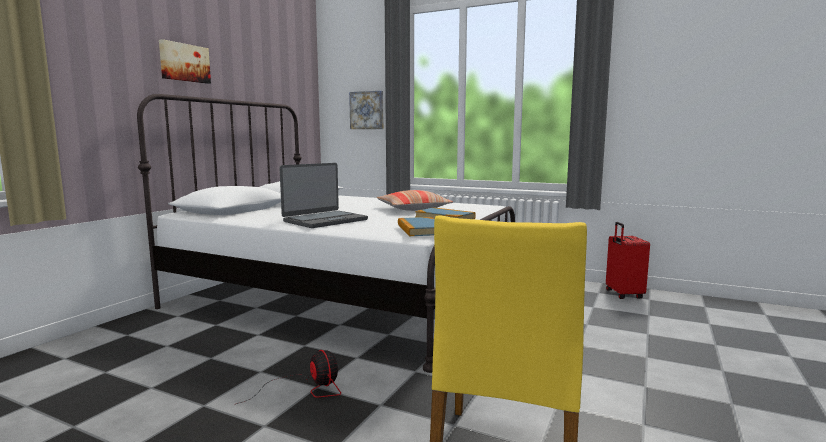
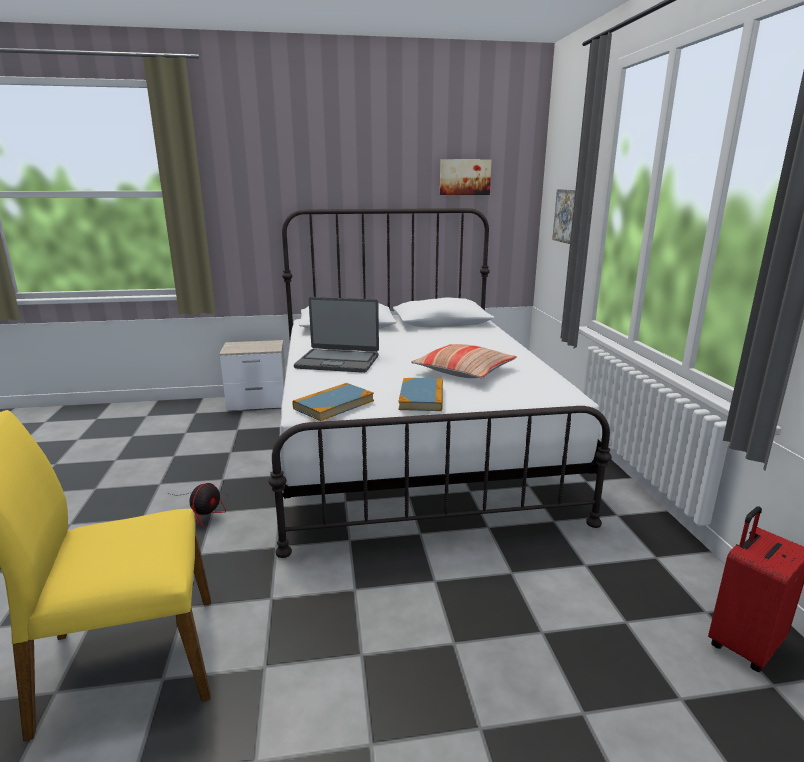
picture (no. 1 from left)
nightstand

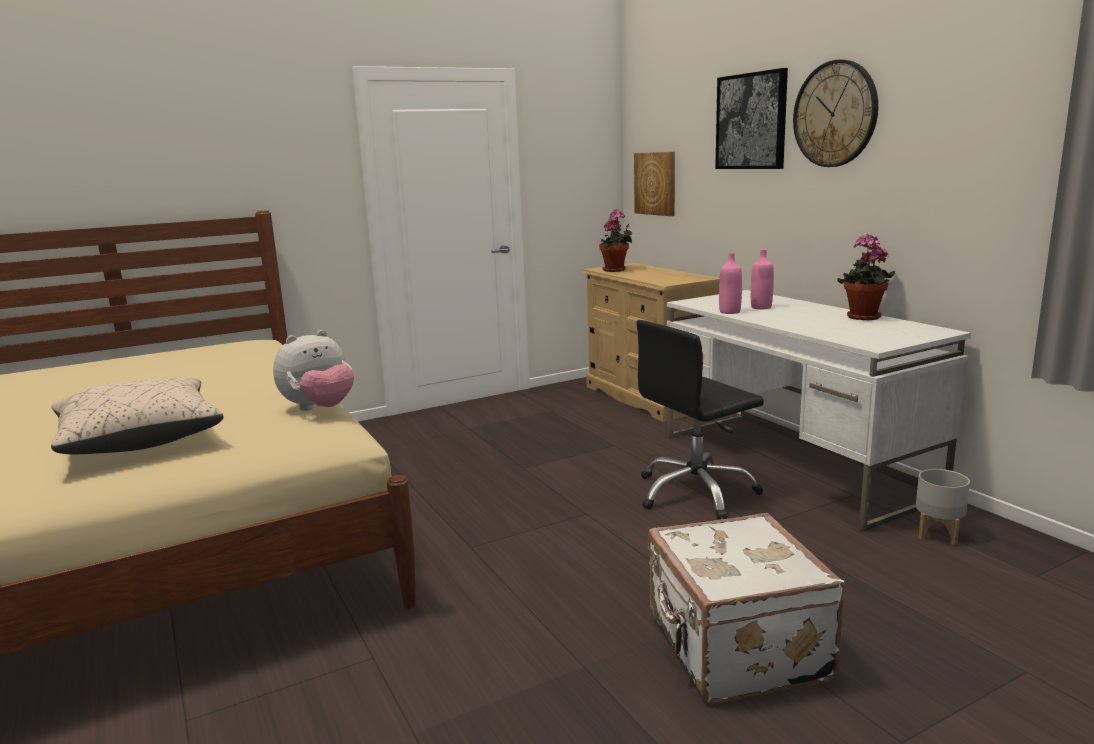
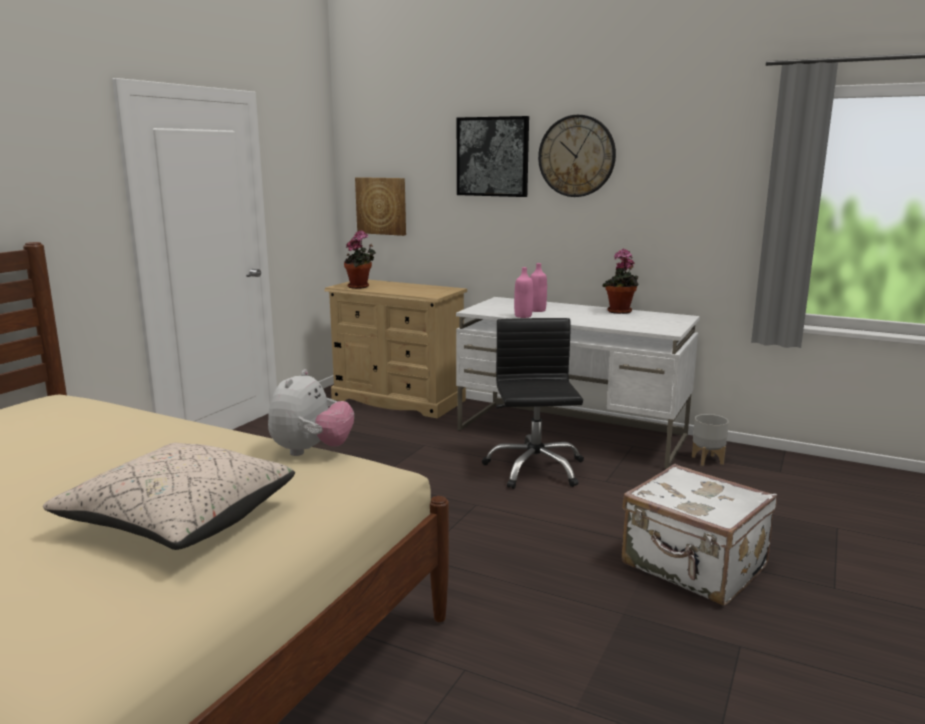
office chair (black)

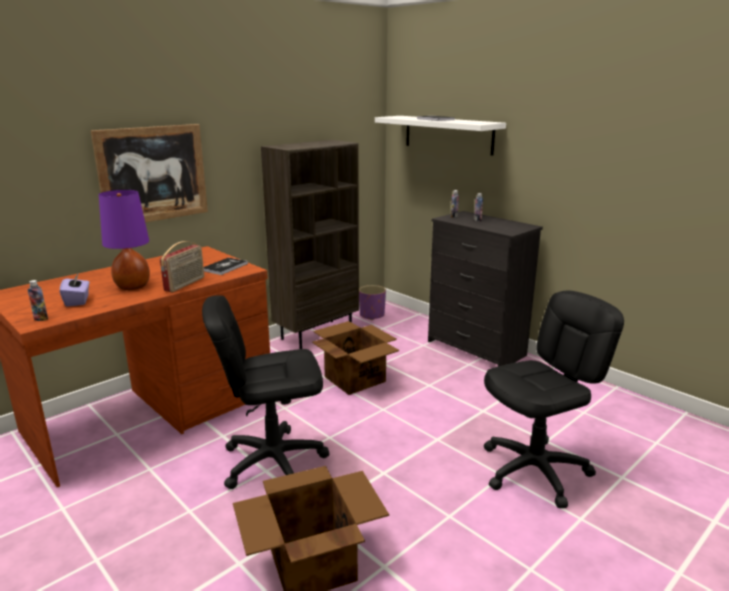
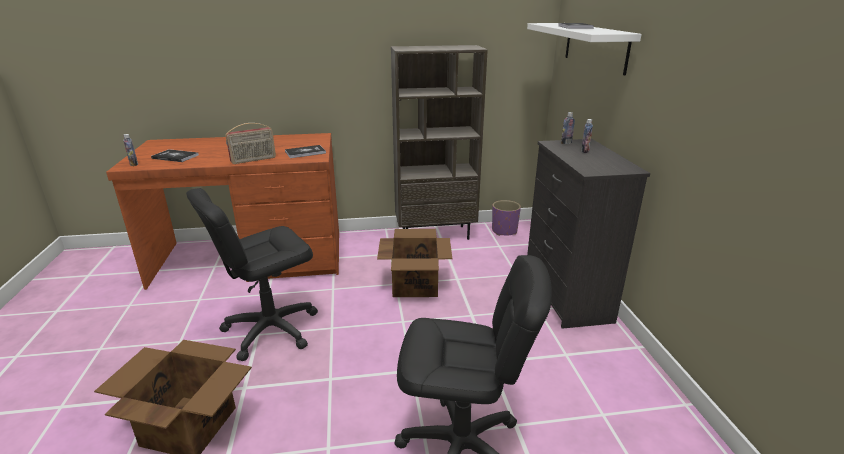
book (no. 1 from left)
picture
table lamp (purple)
office chair (black) (no. 1 from left)

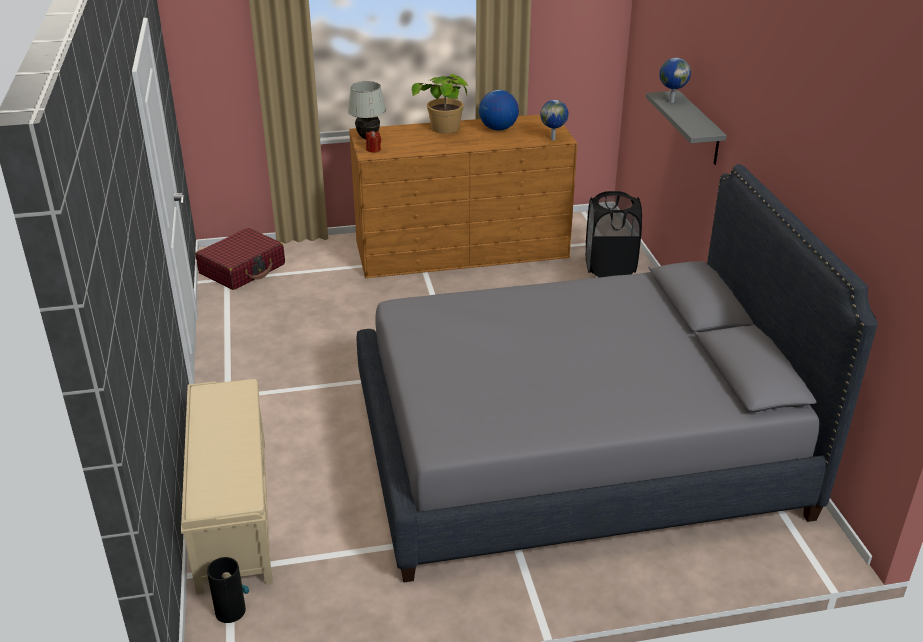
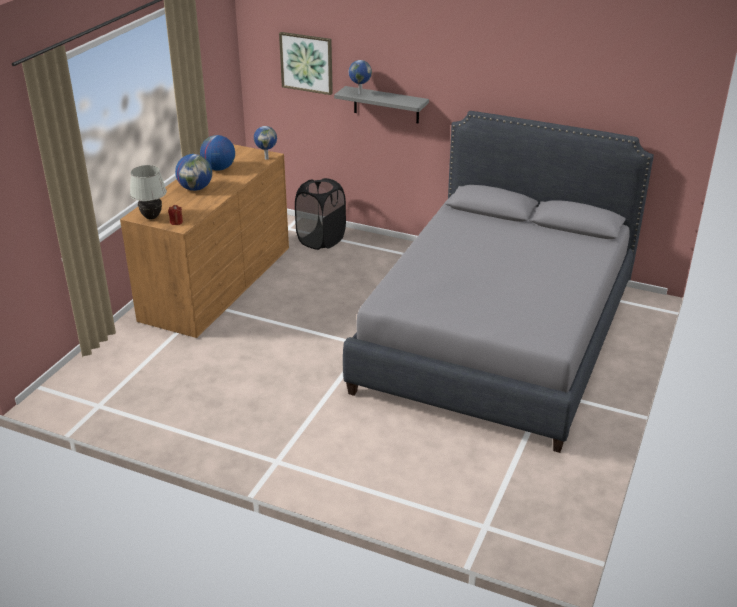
bench (beige)
suitcase (red)
vase
globe (no. 1 from left)
picture

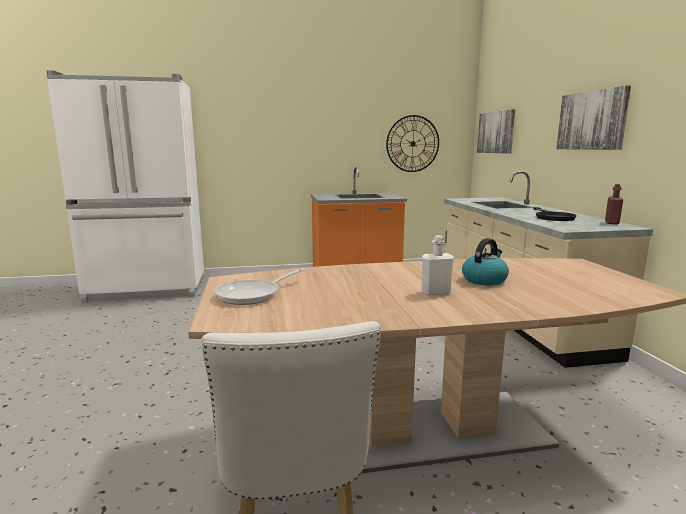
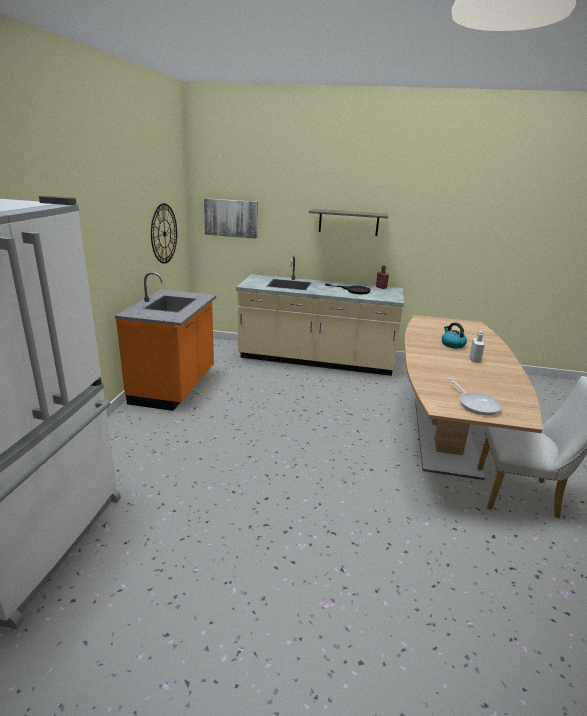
shelf

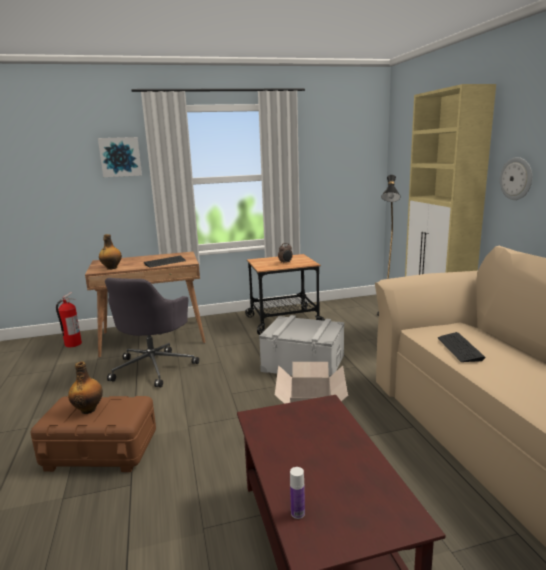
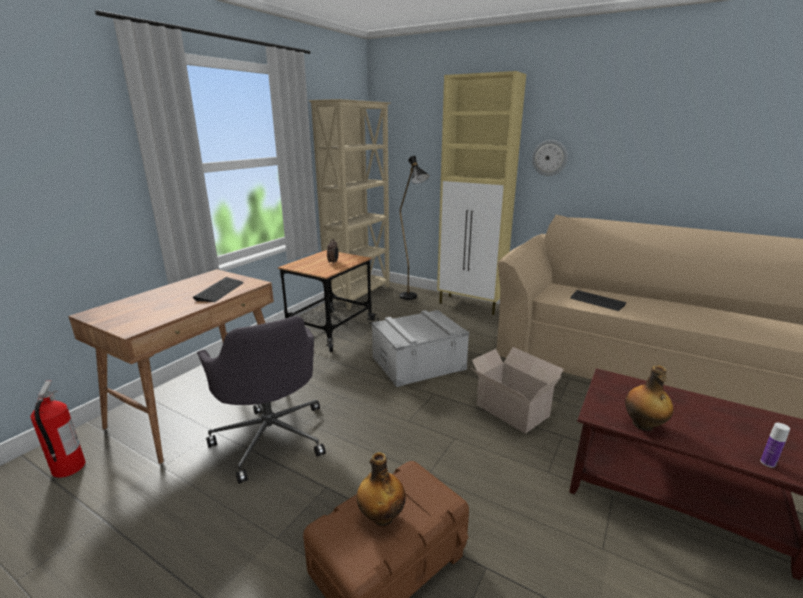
picture
bottle (no. 2 from left)
bookcase (beige)

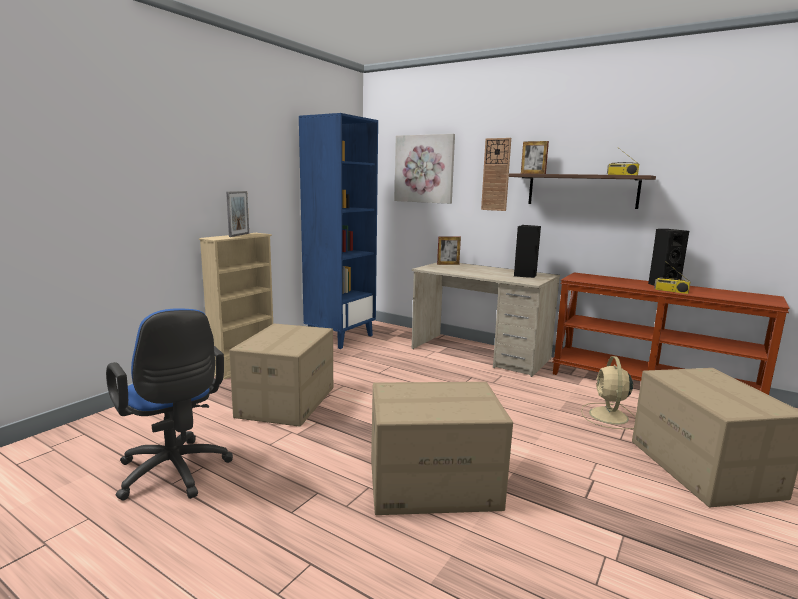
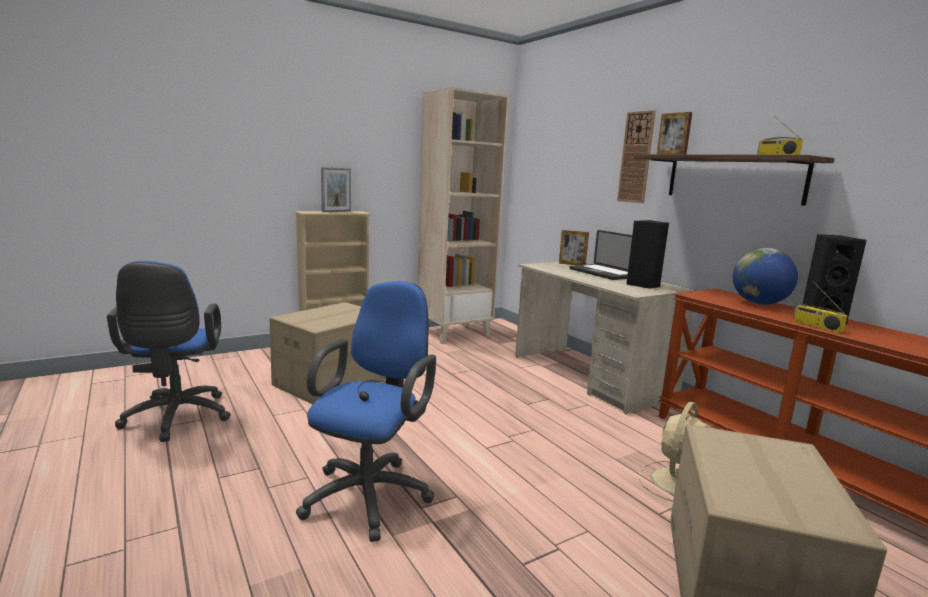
bookcase (beige) (no. 2 from left)
office chair (blue) (no. 2 from left)
picture
laptop
globe

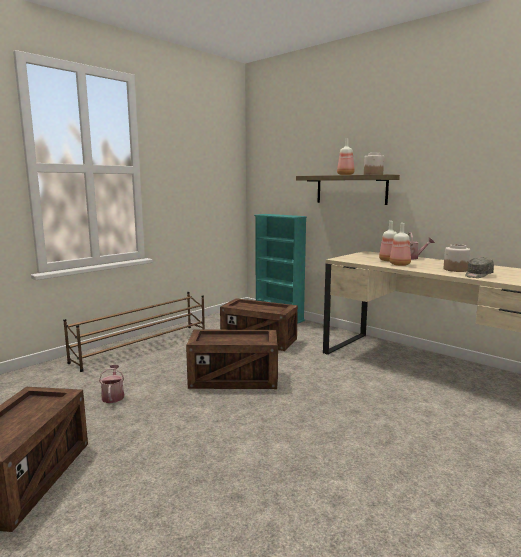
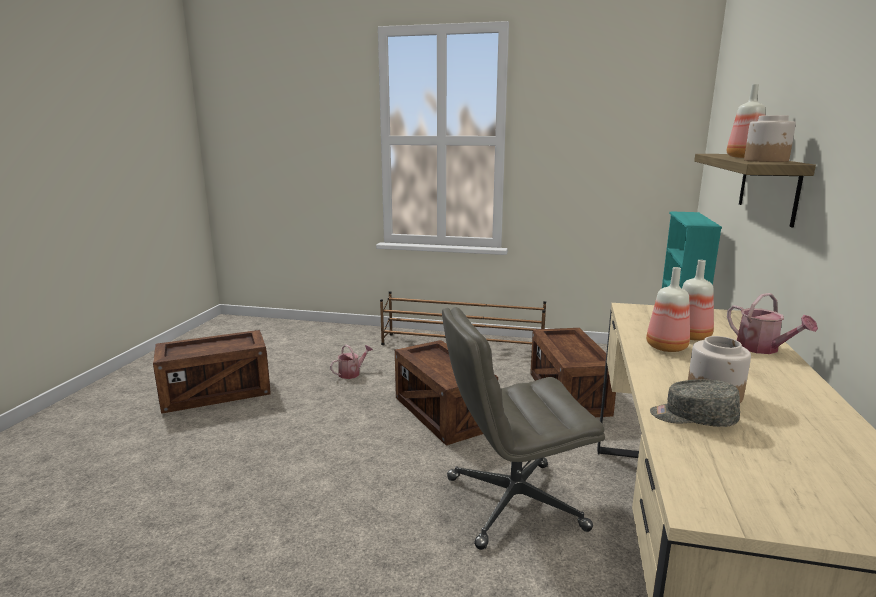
office chair (grey)

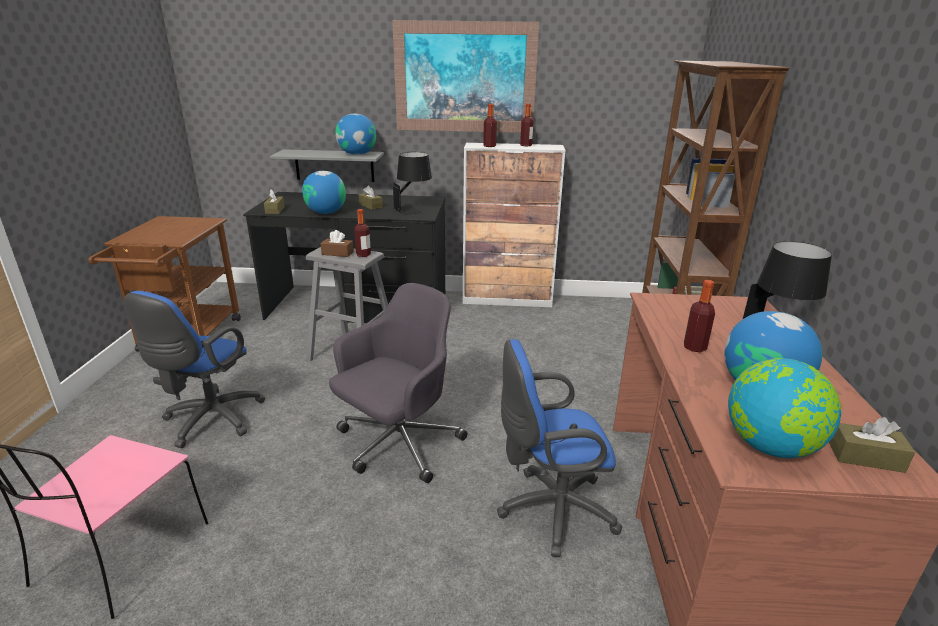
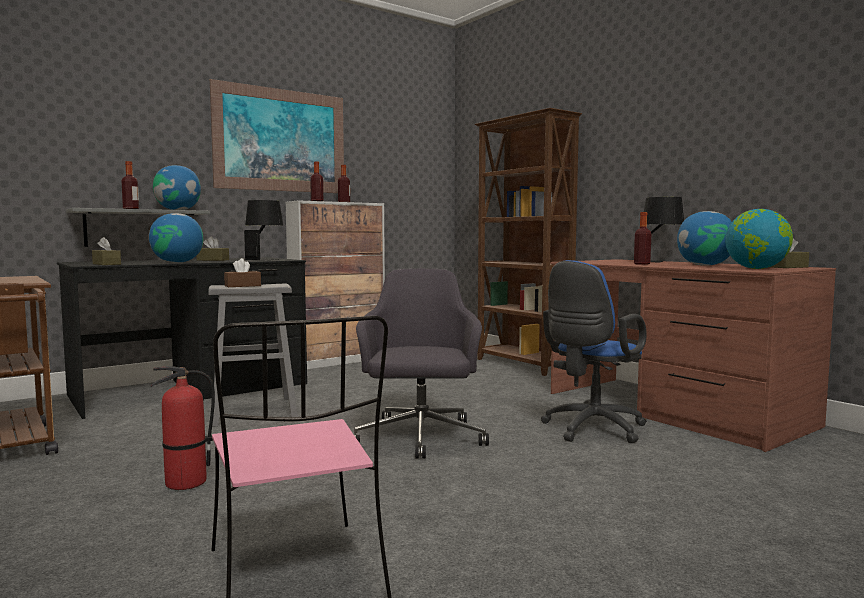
fire extinguisher
bottle (no. 1 from left)

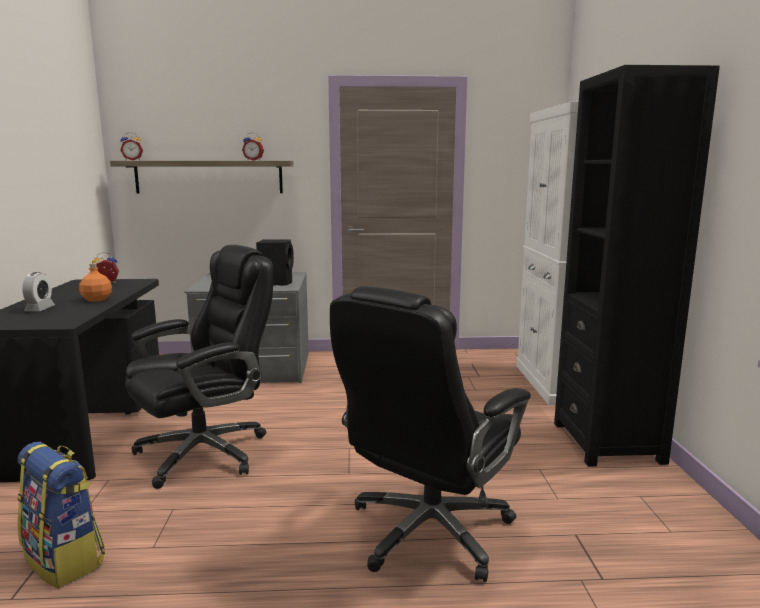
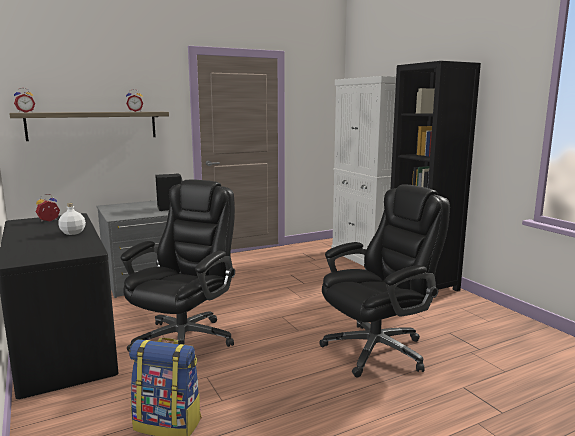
alarm clock (no. 1 from left in the first image)
bottle (white)
office chair (black) (no. 2 from left)

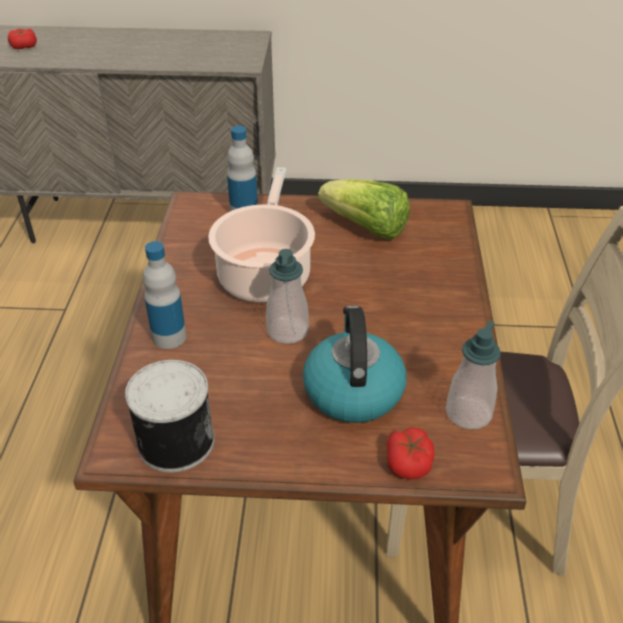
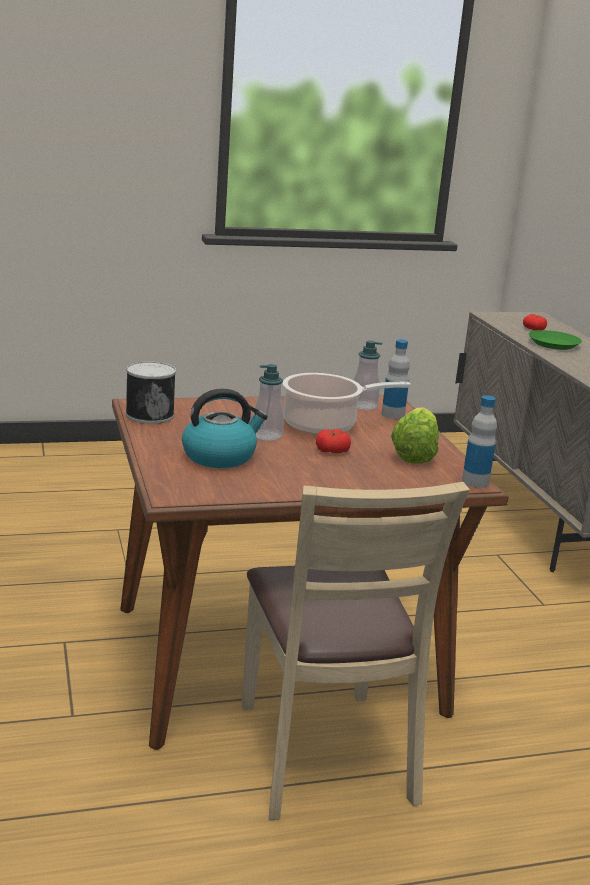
bottle (no. 2 from left)
tomato (no. 1 from left)
soap dispenser (no. 2 from left)
plate (green)

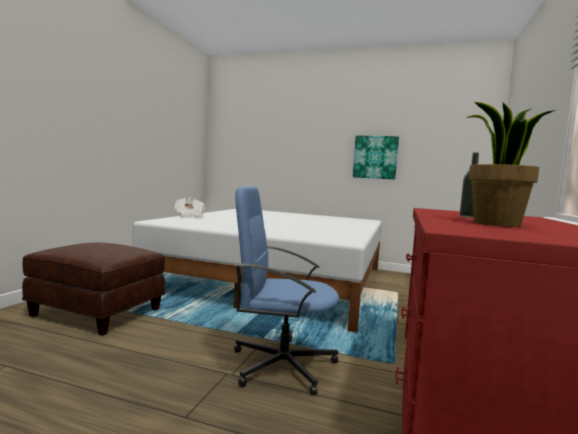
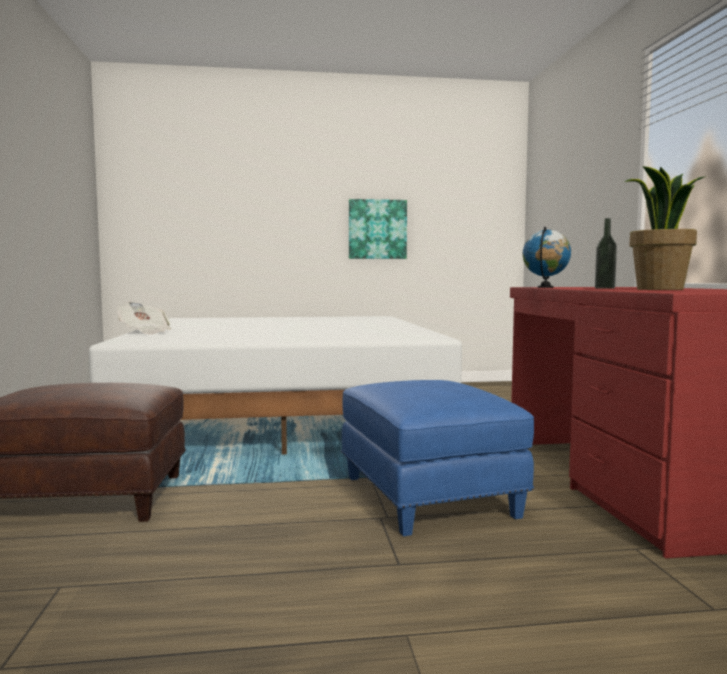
ottoman (blue)
globe

